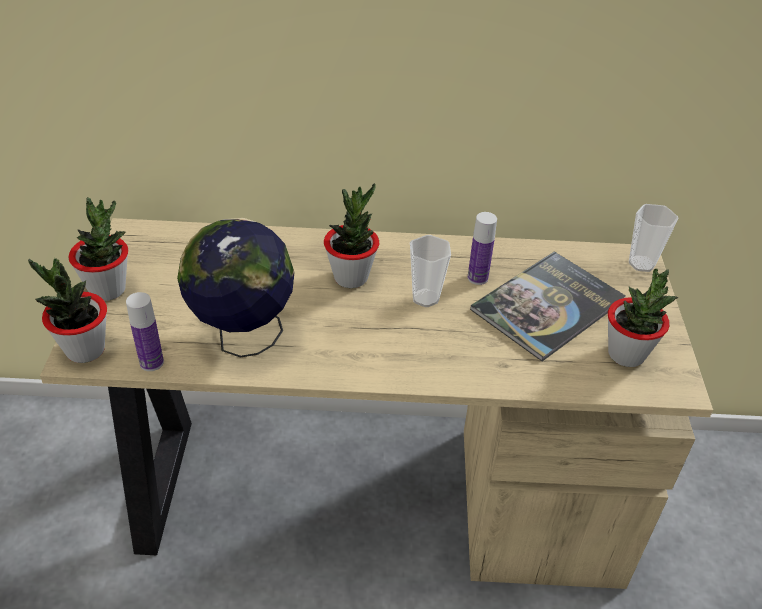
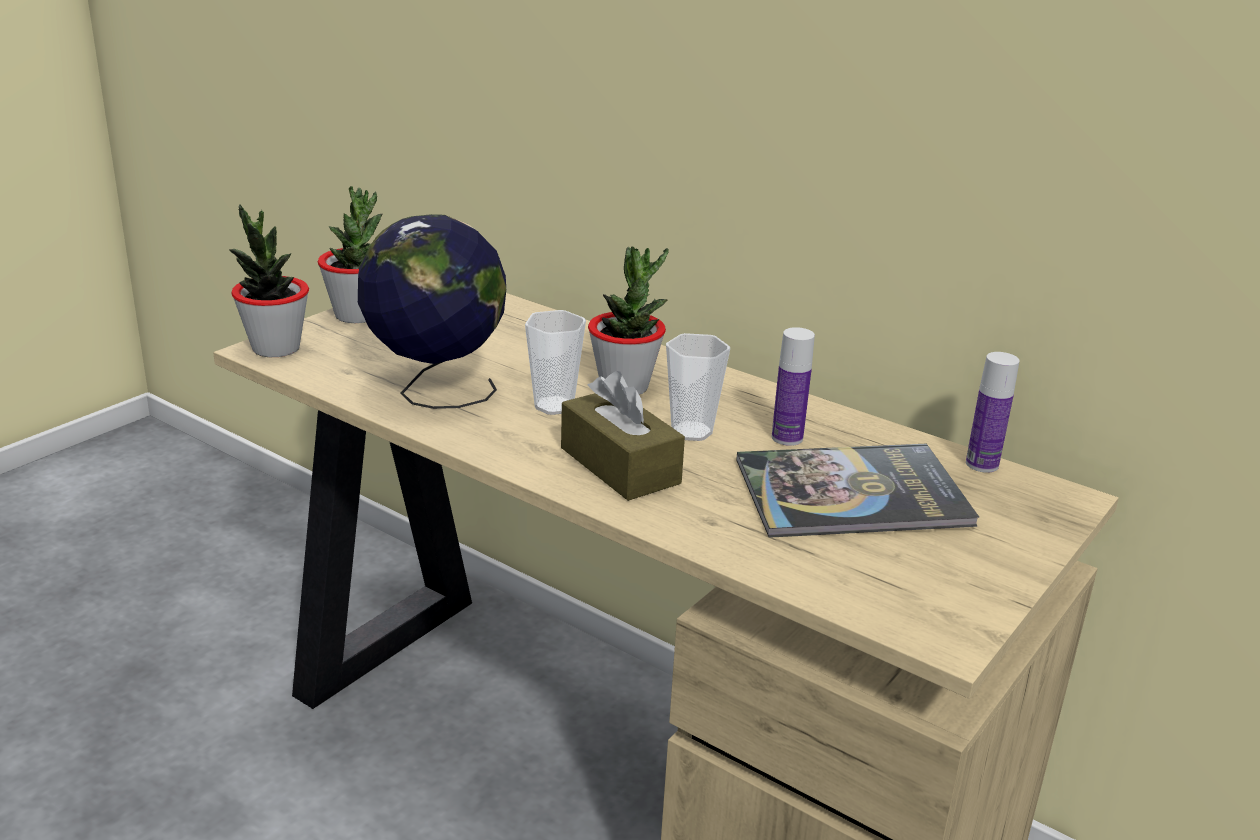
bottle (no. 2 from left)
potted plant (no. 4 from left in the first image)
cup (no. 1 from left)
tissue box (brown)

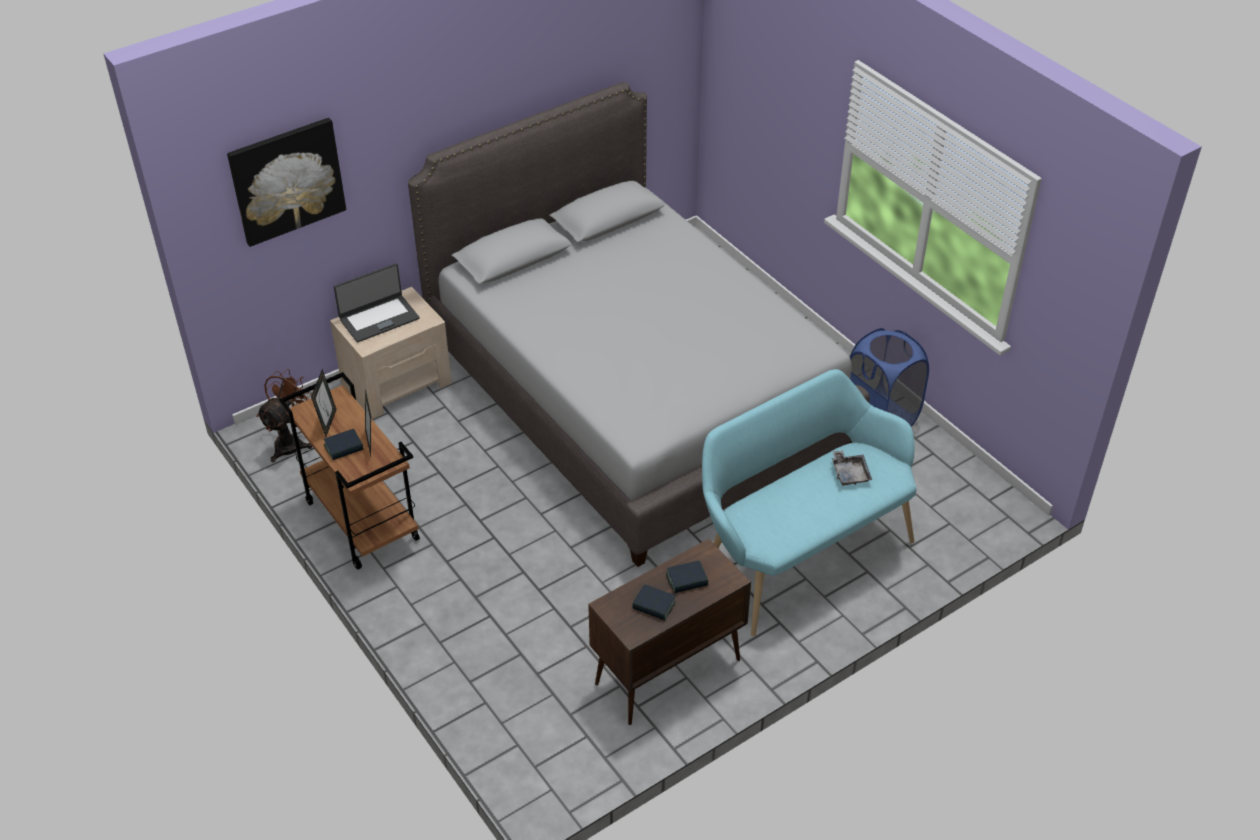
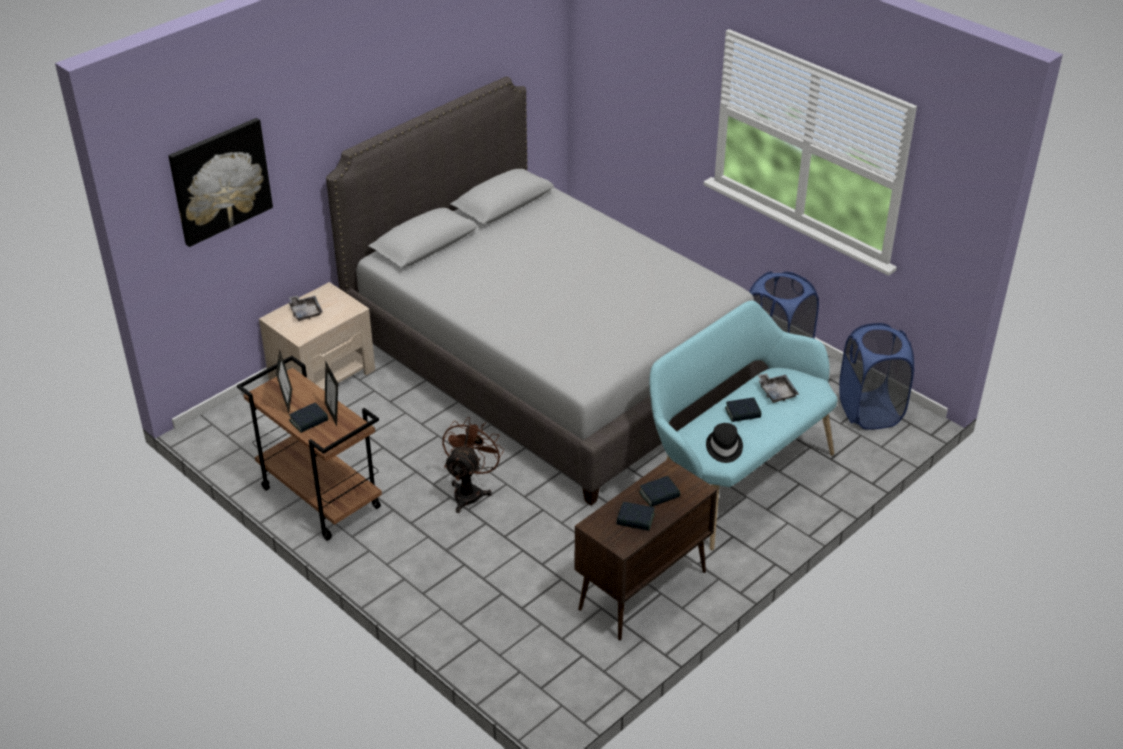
fan (brown)
tray (grey) (no. 1 from left)
hat (black)
book (no. 4 from left)
laundry basket (blue) (no. 2 from left)

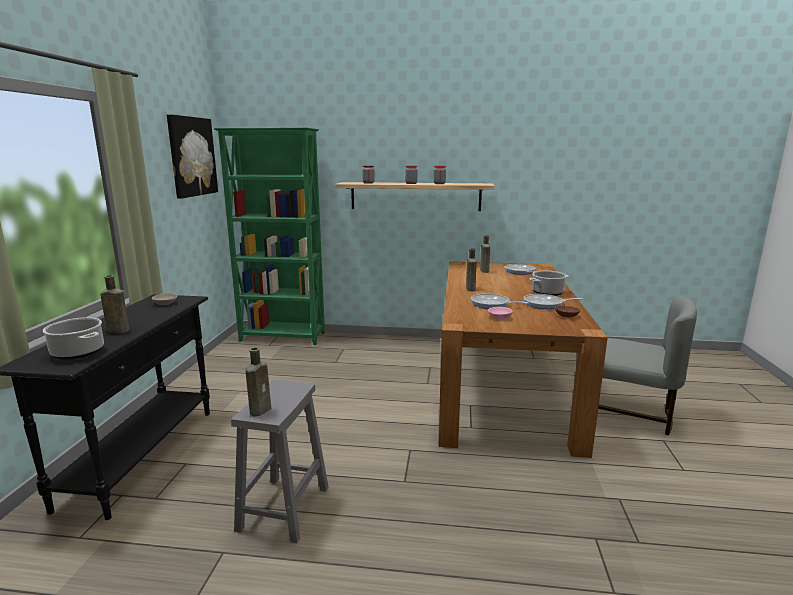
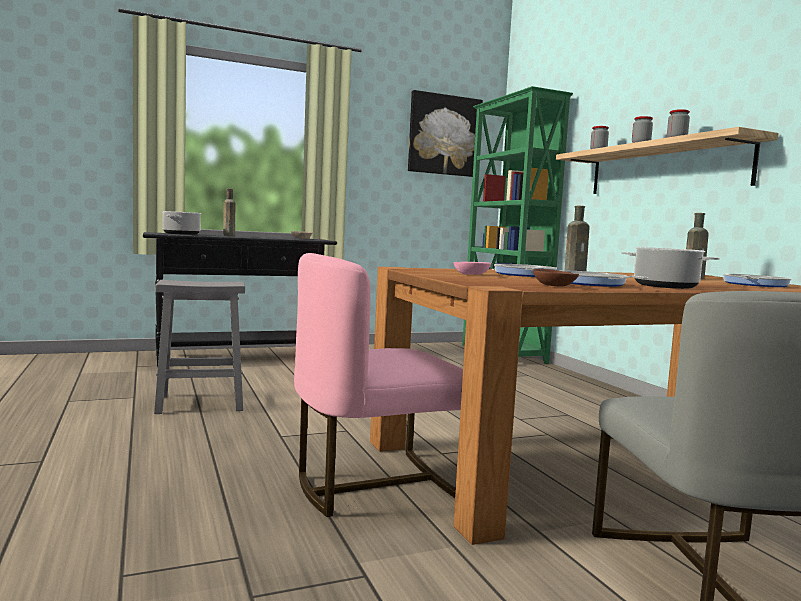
bottle (brown) (no. 2 from left in the first image)
chair (pink)

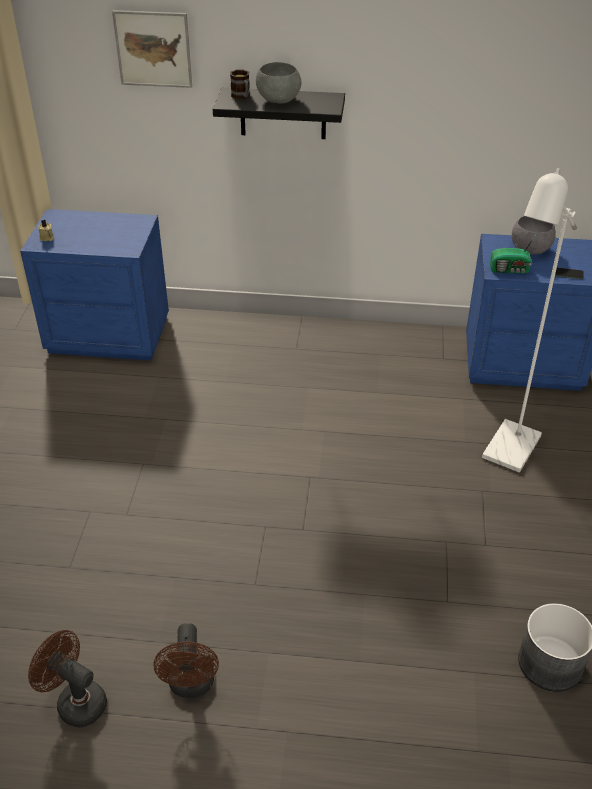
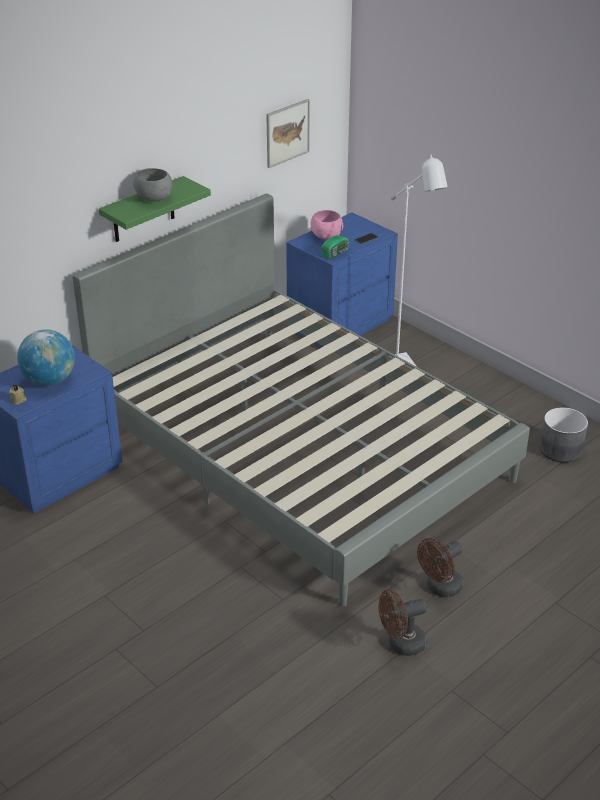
picture
fan (brown) (no. 2 from left)
shelf (green)
mug
bowl (pink)
globe
bed (grey)

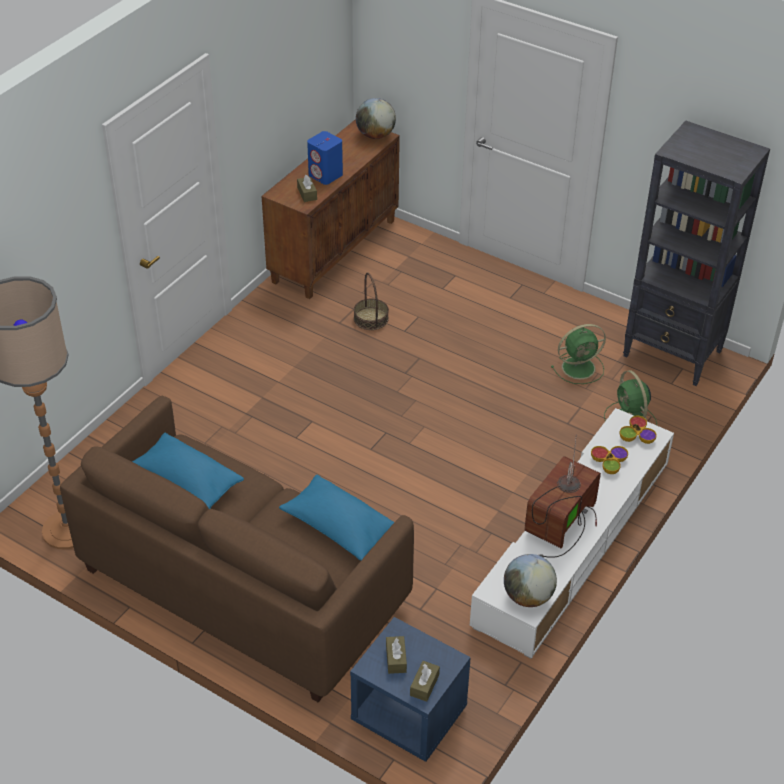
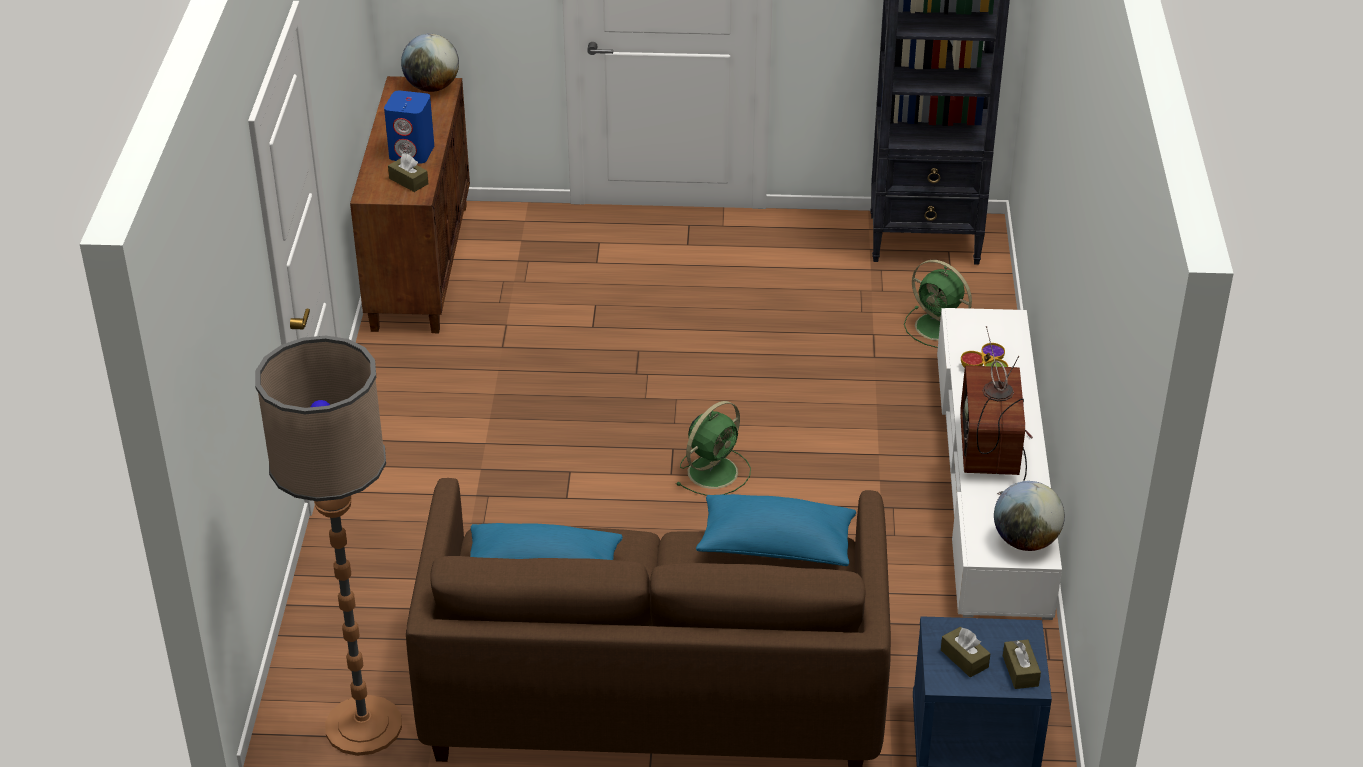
basket
fan (green) (no. 1 from left)
bowl (no. 2 from left in the first image)

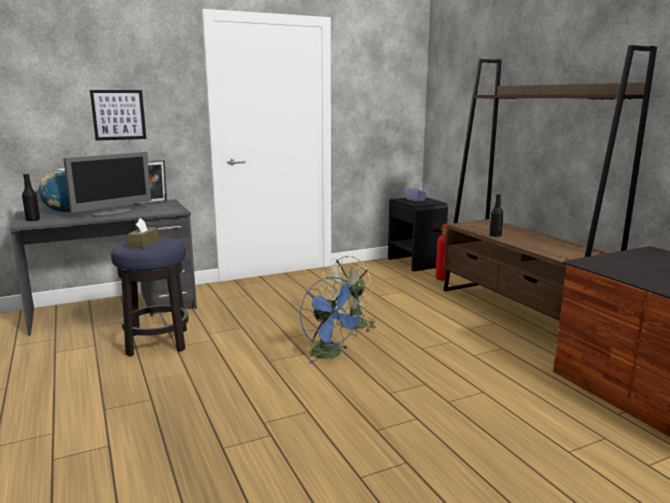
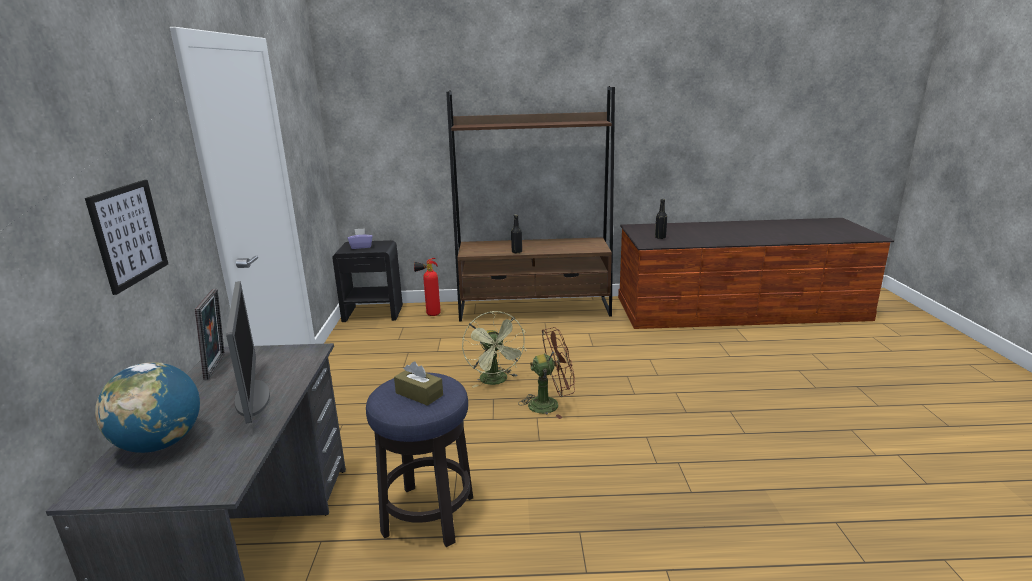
bottle (black) (no. 2 from left)
fan (brown)

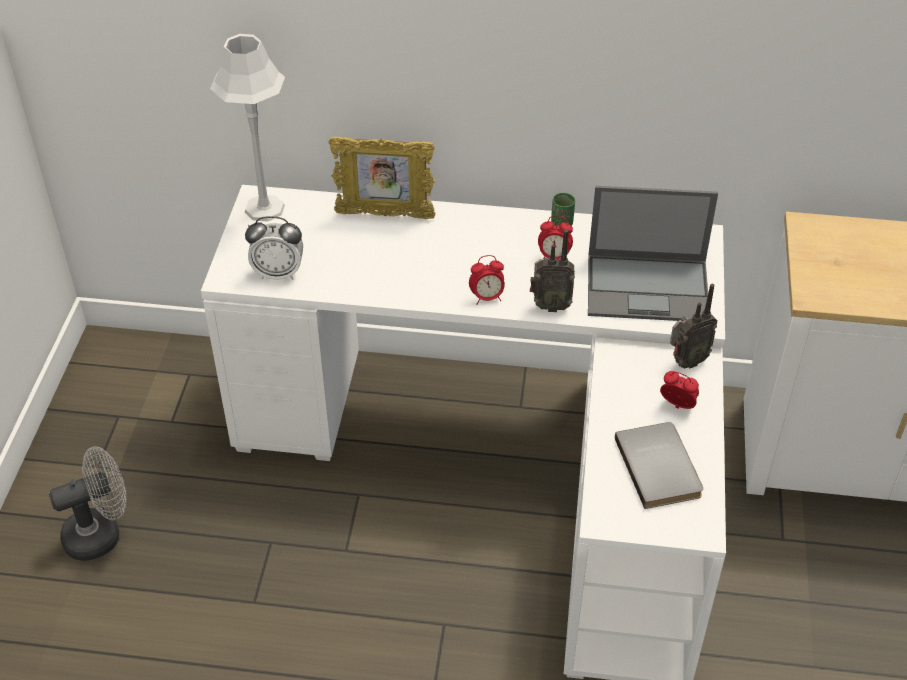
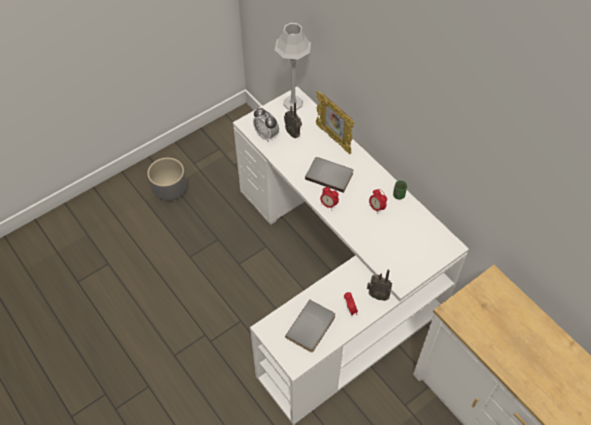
planter (grey)
radio (no. 1 from left)
laptop
book (grey) (no. 2 from left)

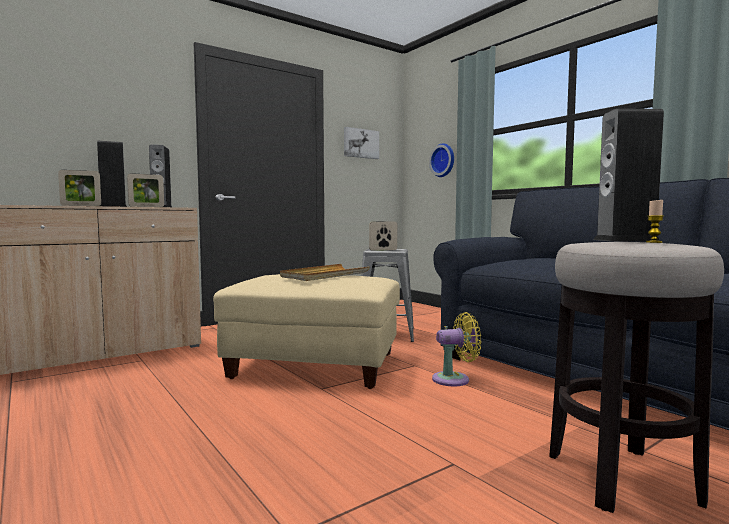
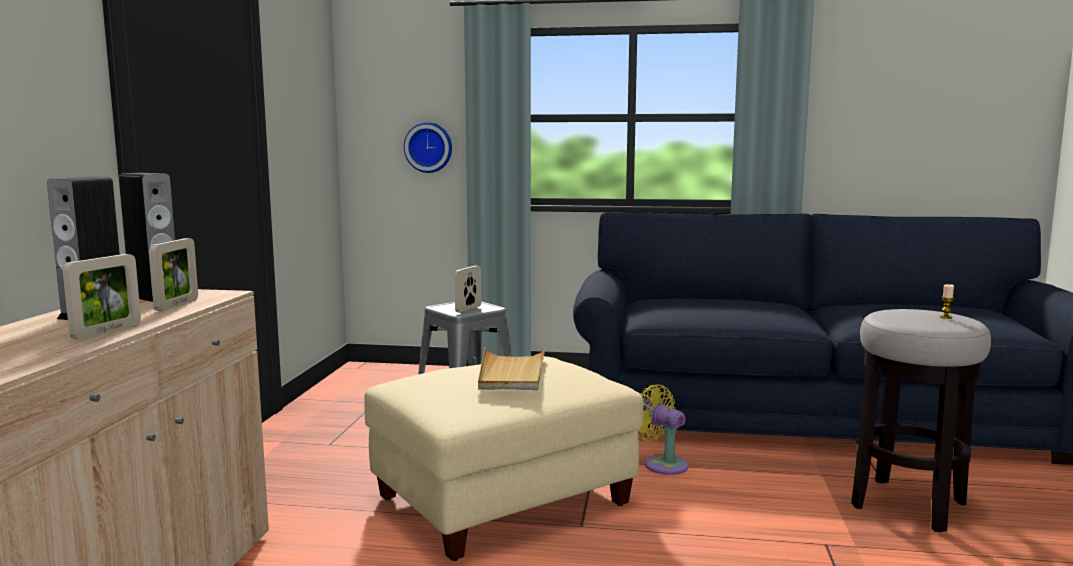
picture
fan (yellow)
speaker (no. 3 from left in the first image)

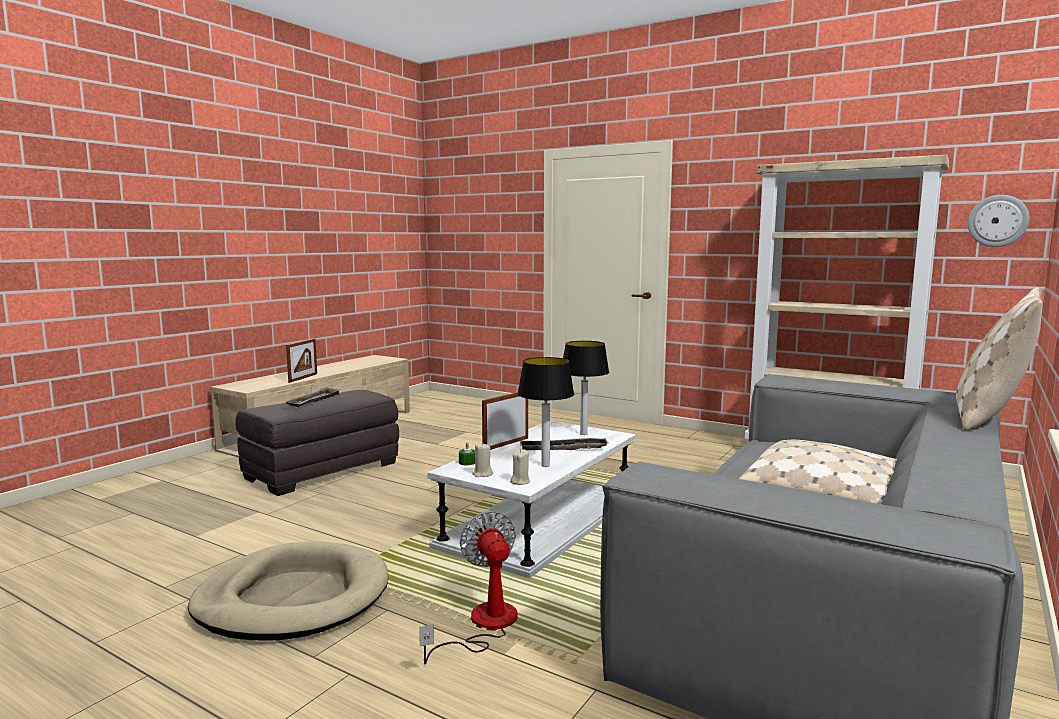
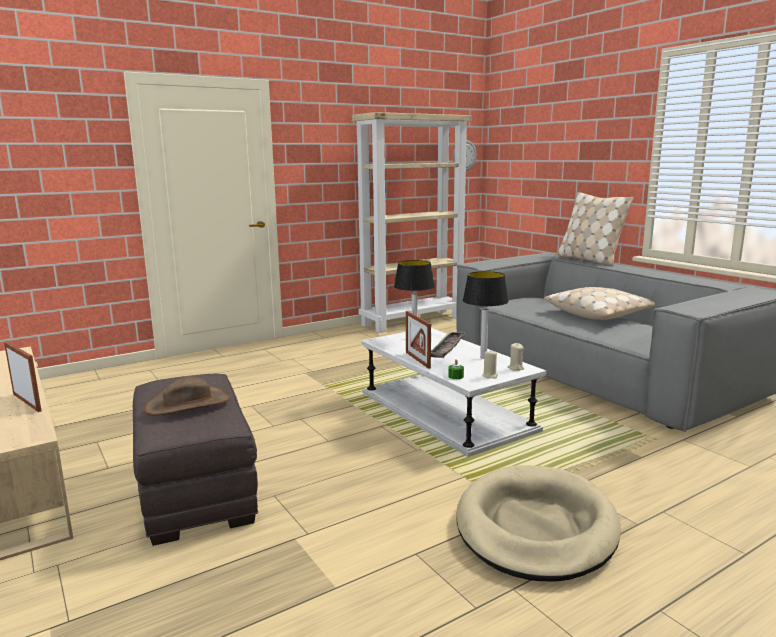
hat (brown)
fan

